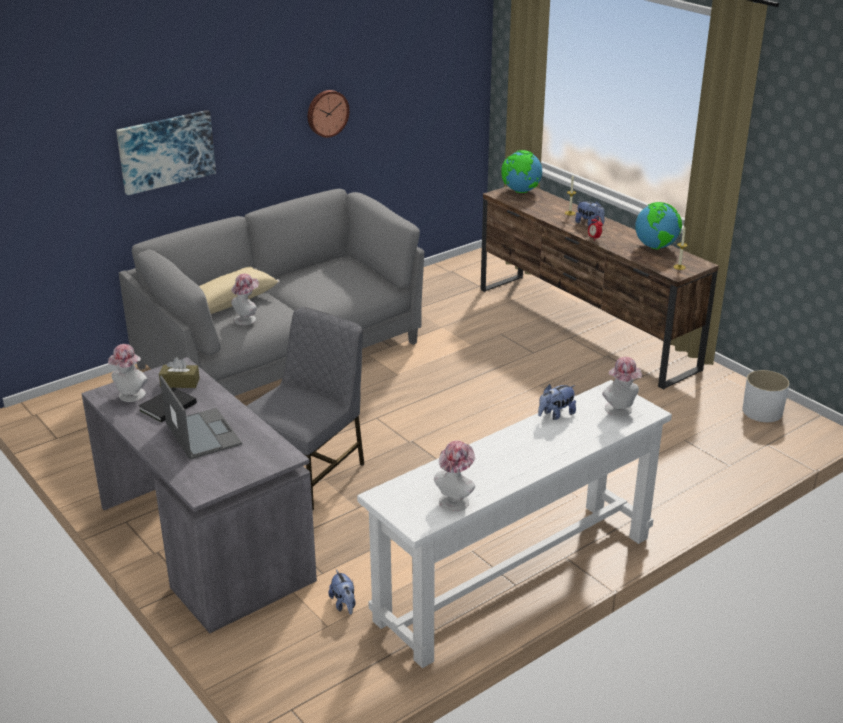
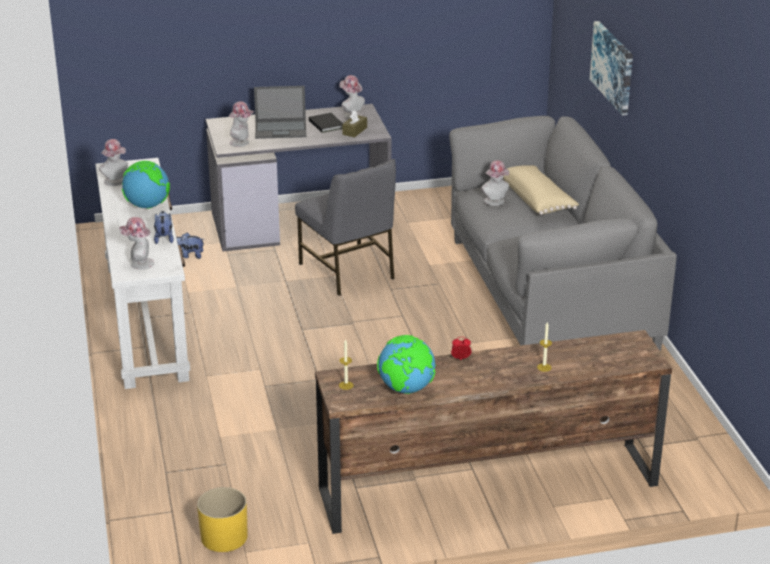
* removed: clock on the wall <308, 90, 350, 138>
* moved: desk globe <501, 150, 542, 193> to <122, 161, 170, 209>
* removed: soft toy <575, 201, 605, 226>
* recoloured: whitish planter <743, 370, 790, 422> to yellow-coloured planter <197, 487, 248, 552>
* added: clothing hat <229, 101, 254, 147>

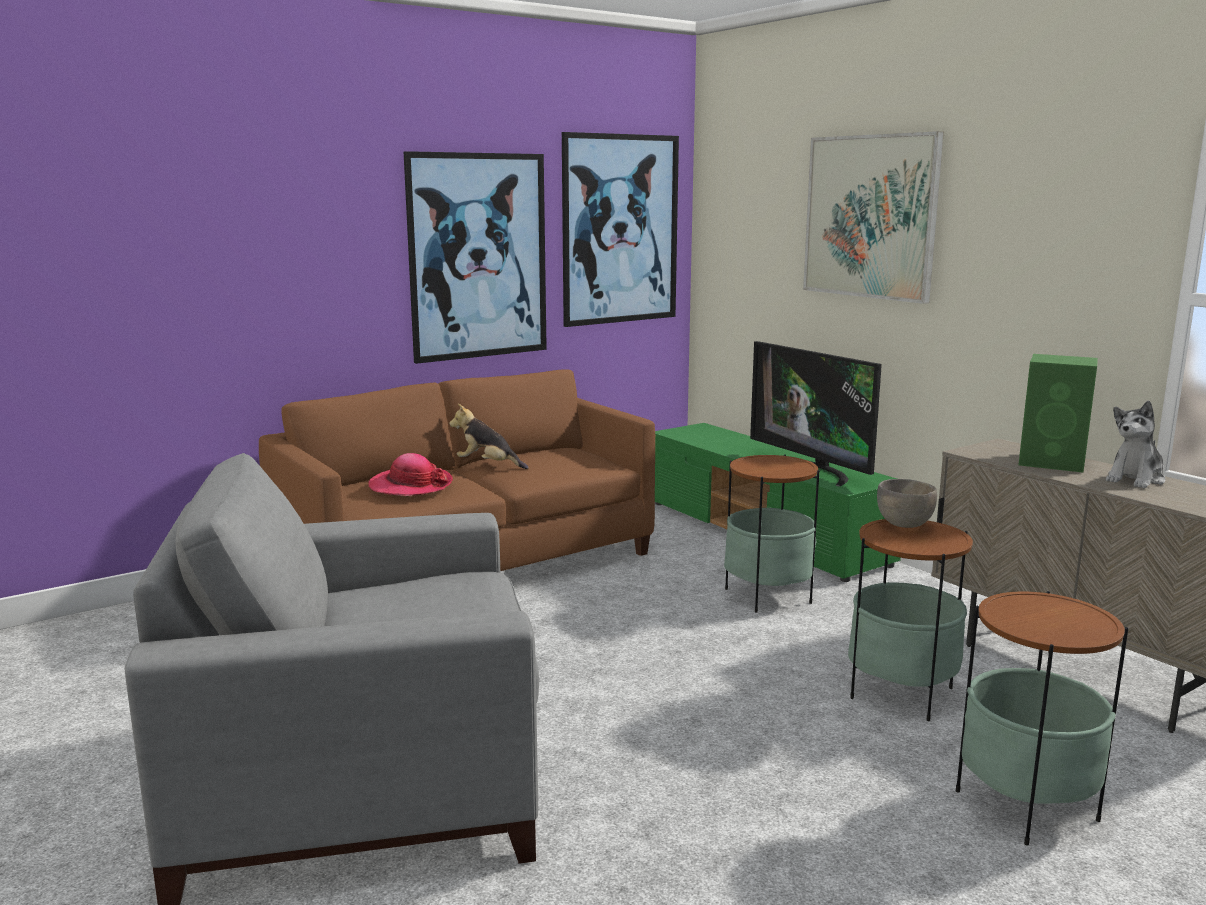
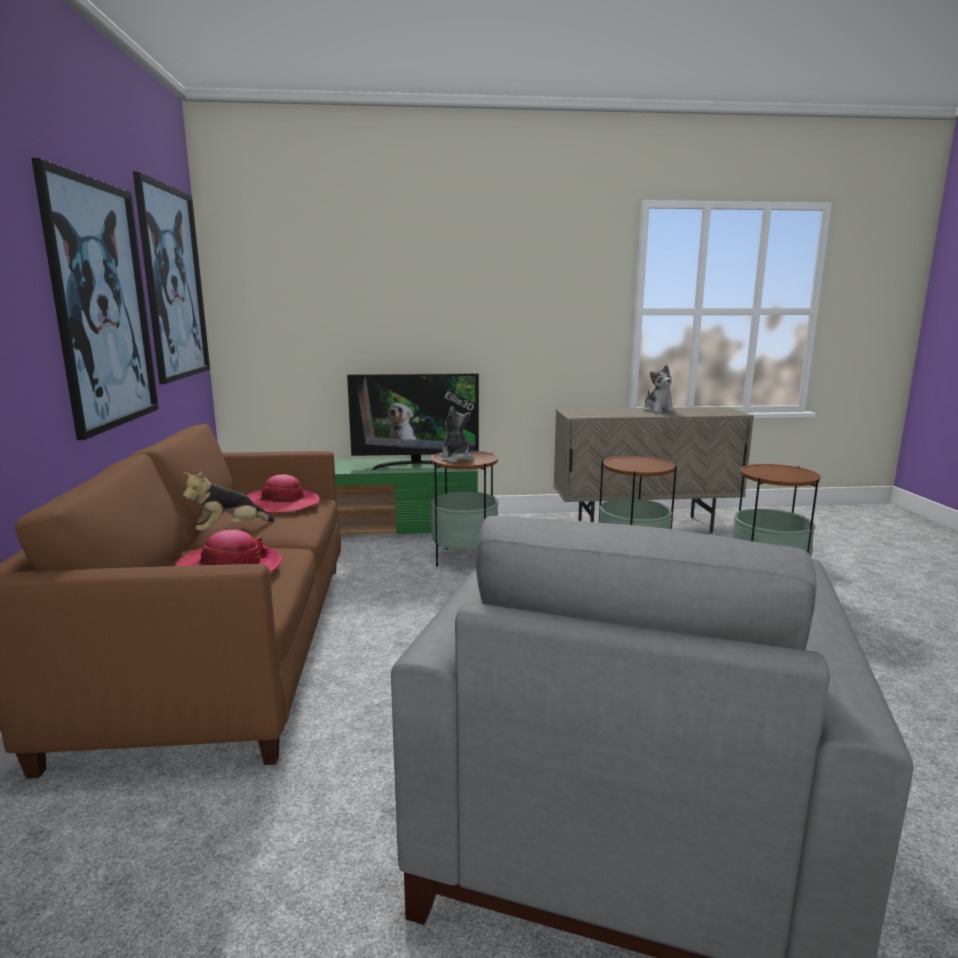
* removed: picture <803, 131, 944, 304>
* removed: green loudspeaker <1019, 354, 1098, 473>
* removed: gray serving bowl <877, 479, 937, 528>
* added: soft toy <440, 406, 474, 462>
* added: clothing hat <246, 474, 320, 513>

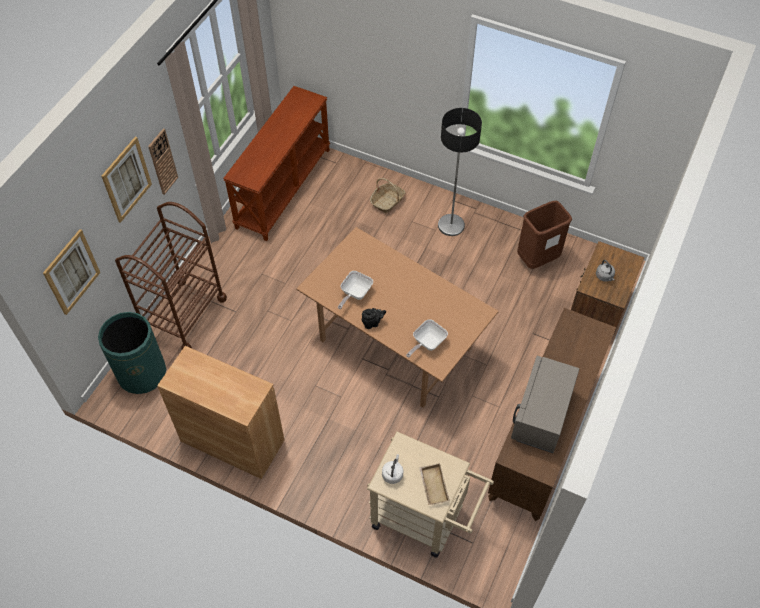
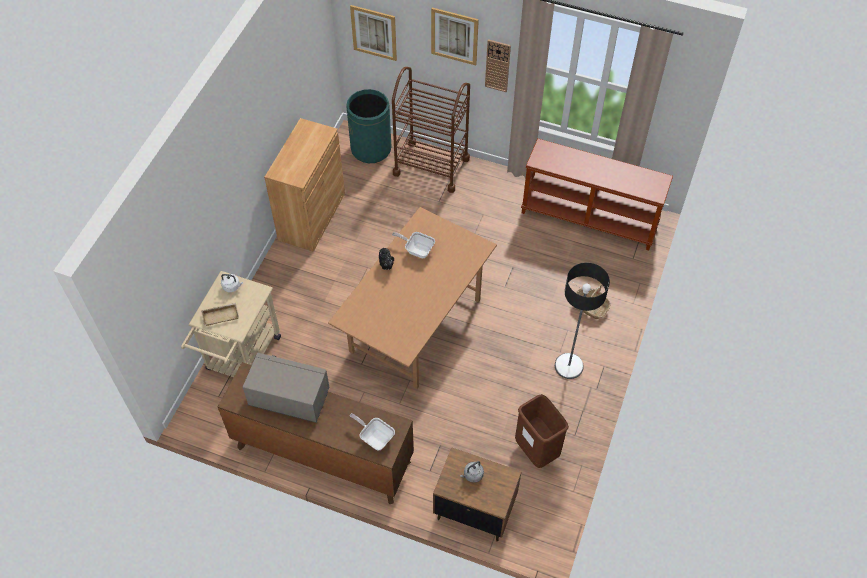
* moved: skillet <406, 319, 448, 358> to <349, 413, 395, 451>

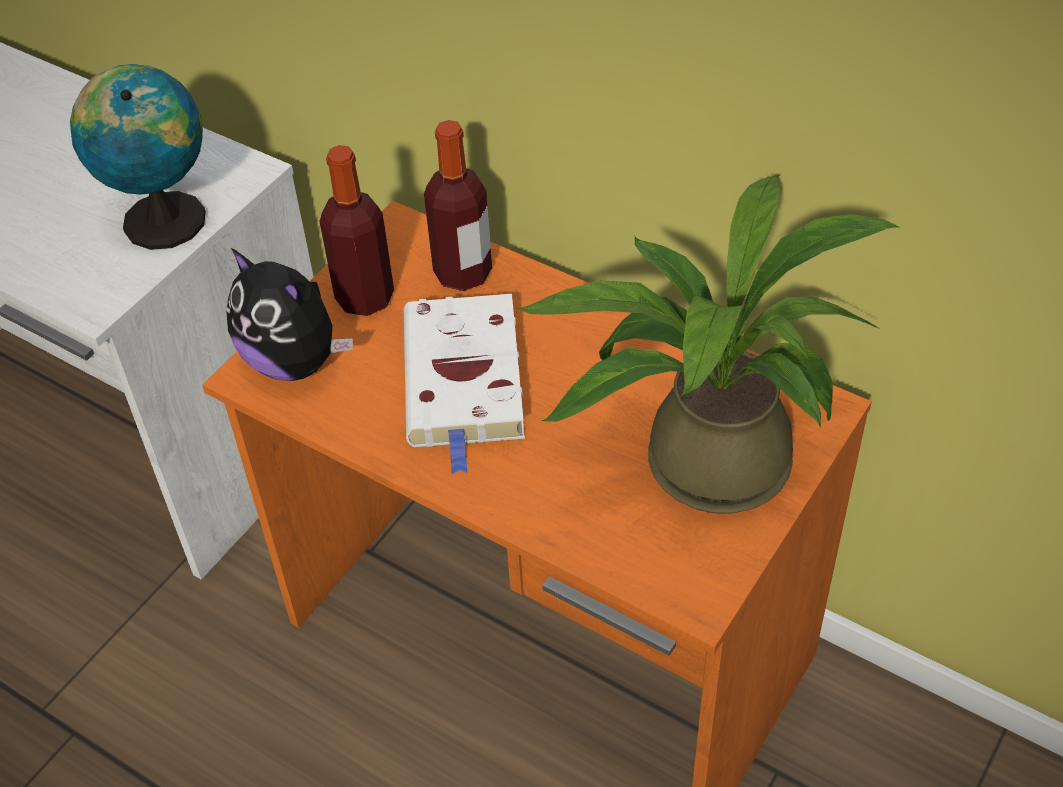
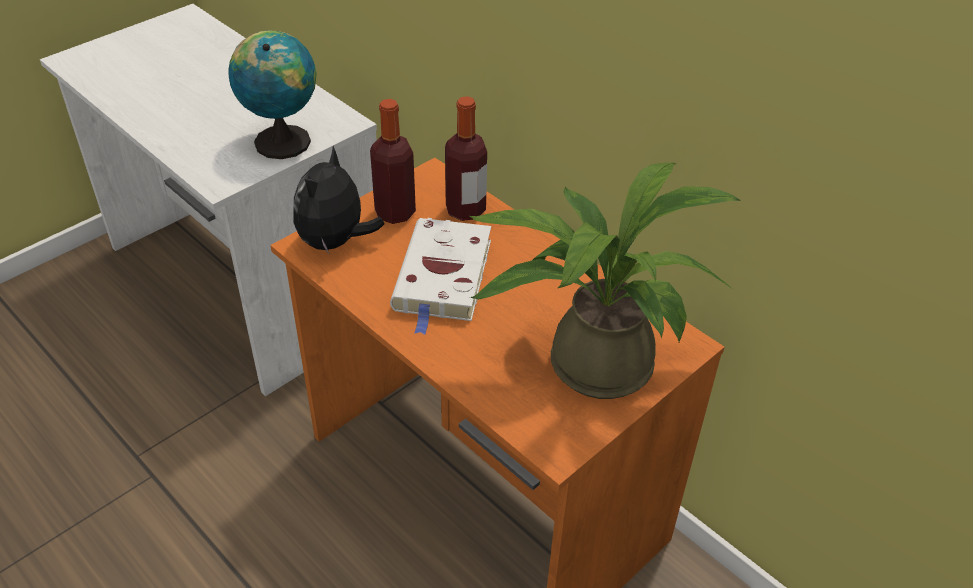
* turned: soft toy <226, 248, 353, 381> = <293, 146, 385, 254> 60 degrees clockwise

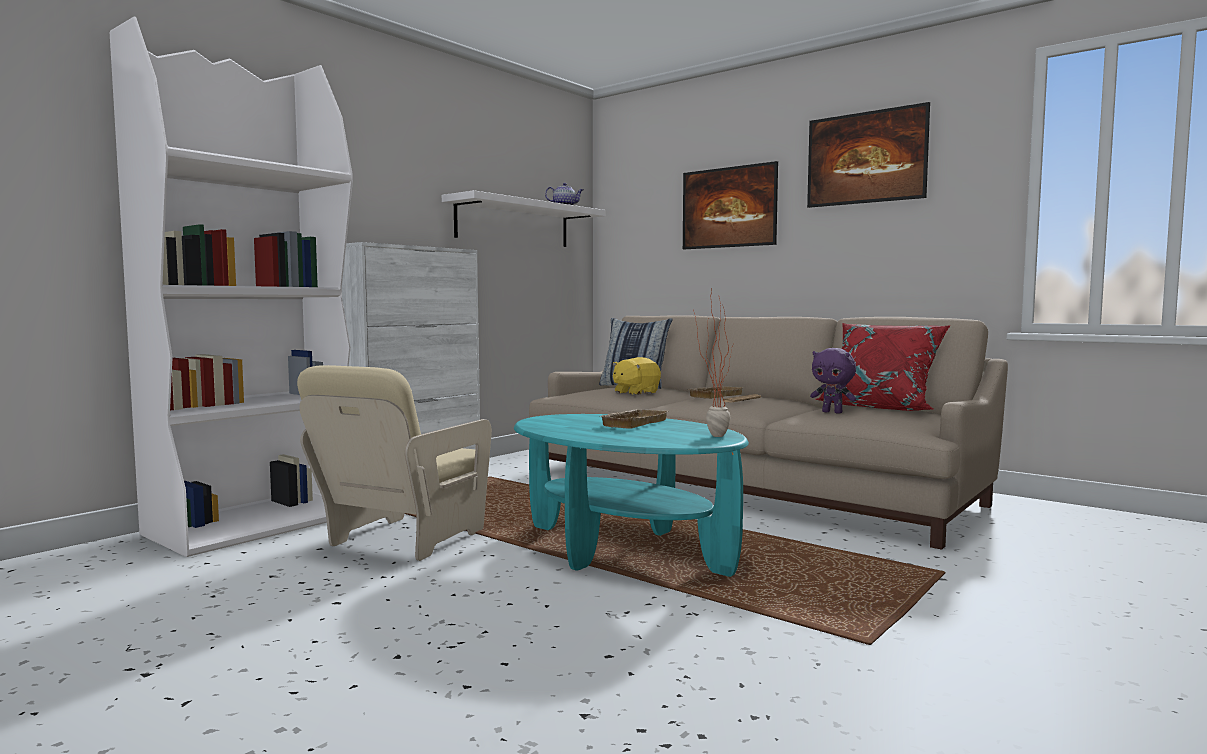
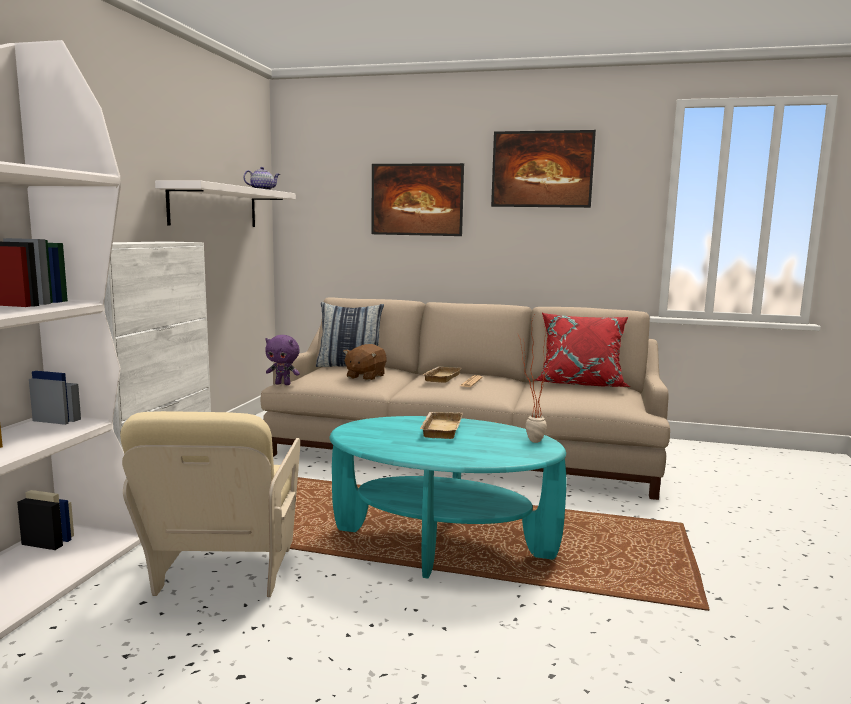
* moved: purplish soft toy <810, 348, 856, 414> to <265, 335, 300, 385>
* recoloured: yellow-coloured soft toy <613, 357, 661, 395> to brown-coloured soft toy <343, 344, 387, 381>

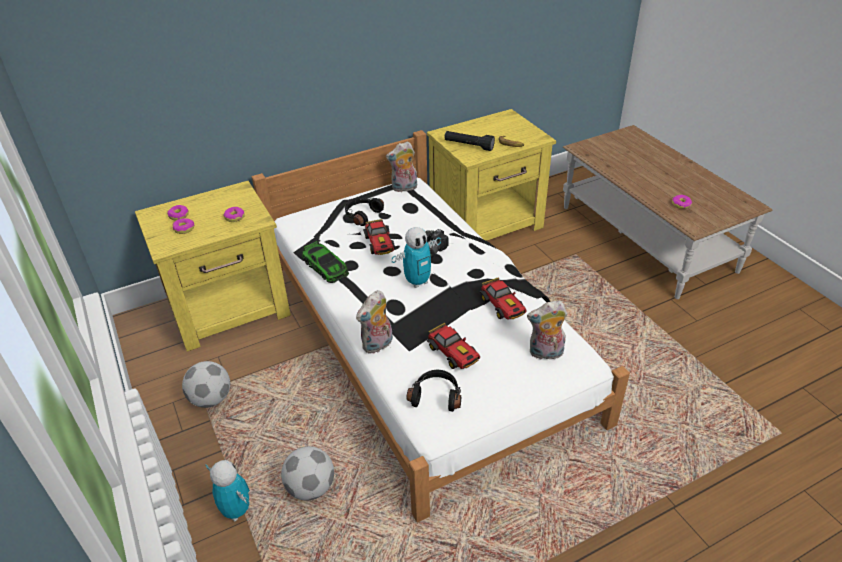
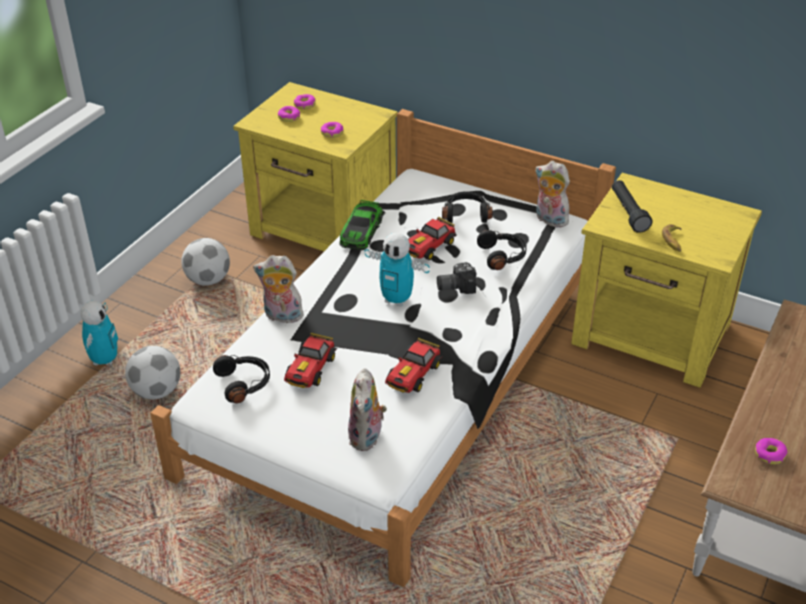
* turned: soft toy <527, 301, 567, 360> = <348, 368, 387, 451> 135 degrees counterclockwise
* added: black headphones <477, 230, 527, 270>

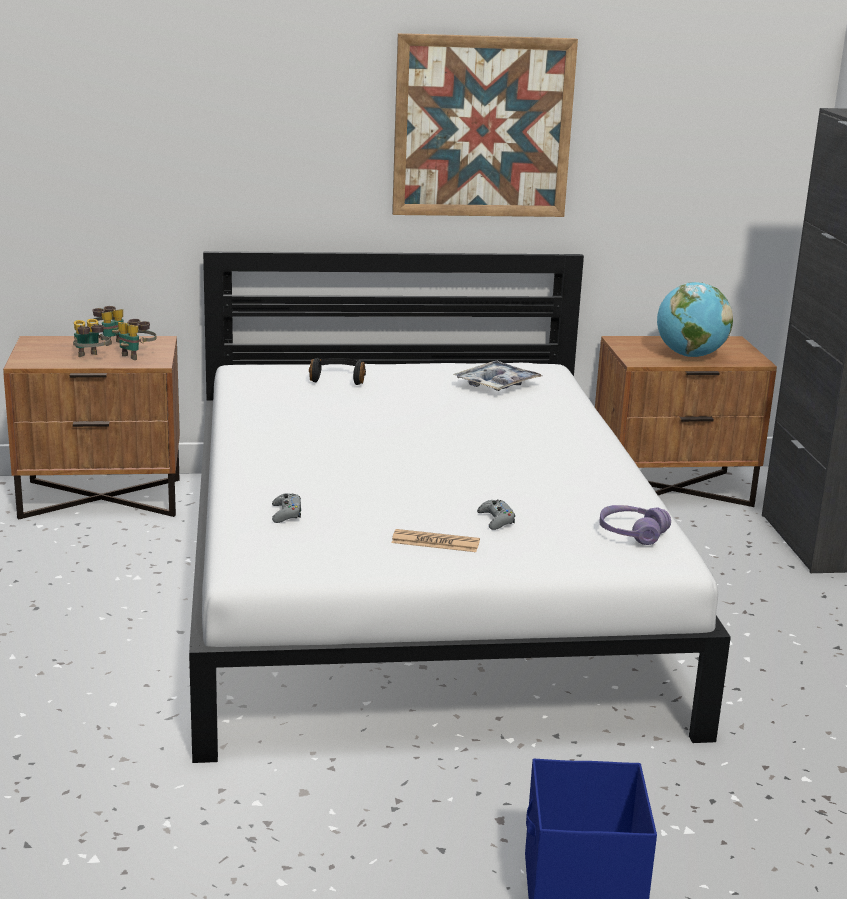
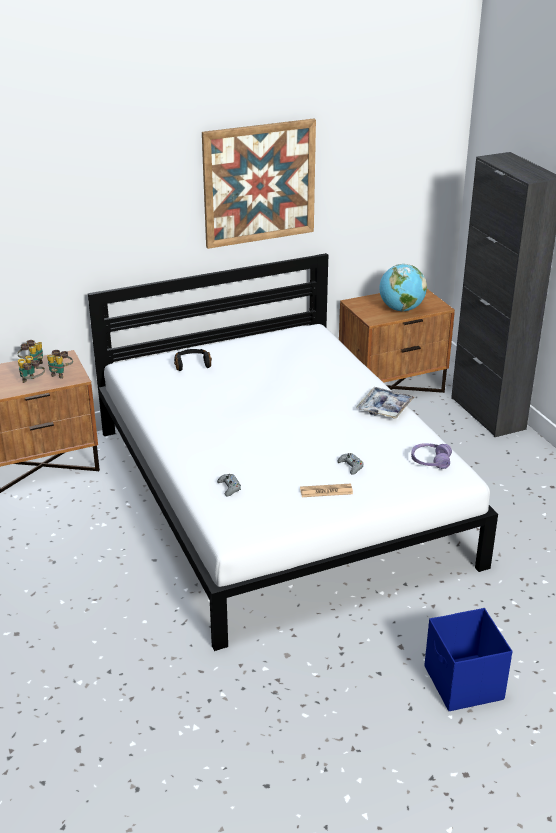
* moved: serving tray <453, 361, 542, 391> to <356, 387, 415, 418>

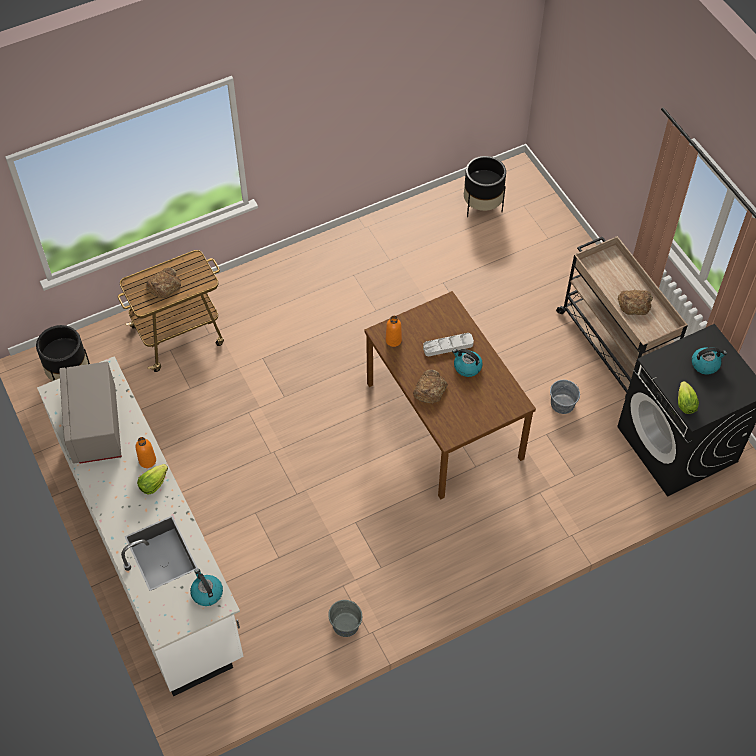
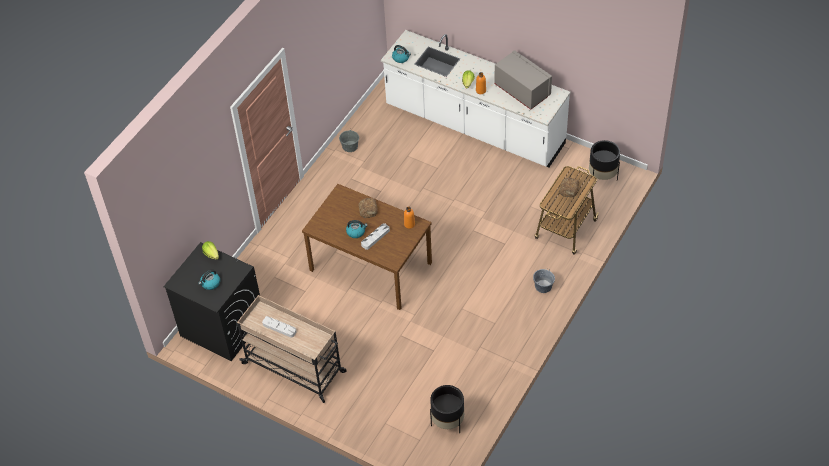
* replaced: bakery bread <618, 290, 653, 315> to gray serving tray <262, 316, 297, 338>
* moved: gray water bucket <550, 380, 580, 414> to <533, 268, 555, 293>

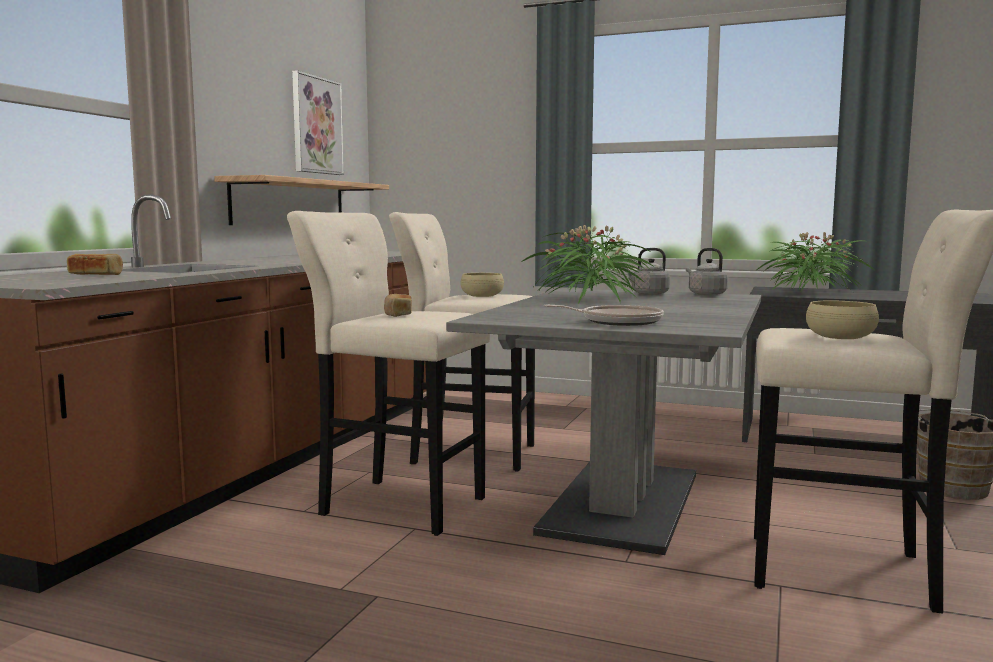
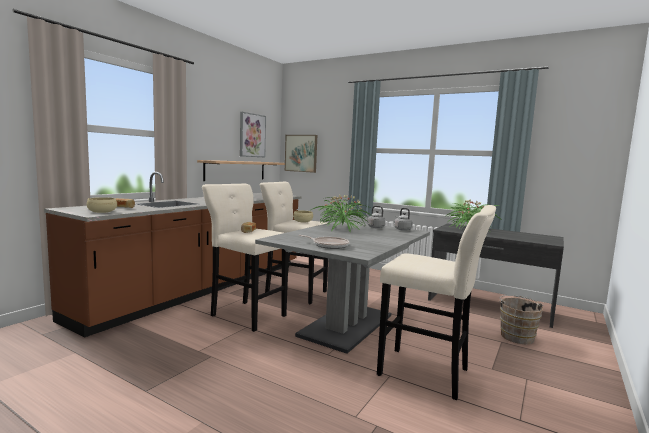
* moved: sand-coloured serving bowl <806, 301, 879, 339> to <87, 197, 117, 213>
* added: picture <285, 135, 317, 173>

